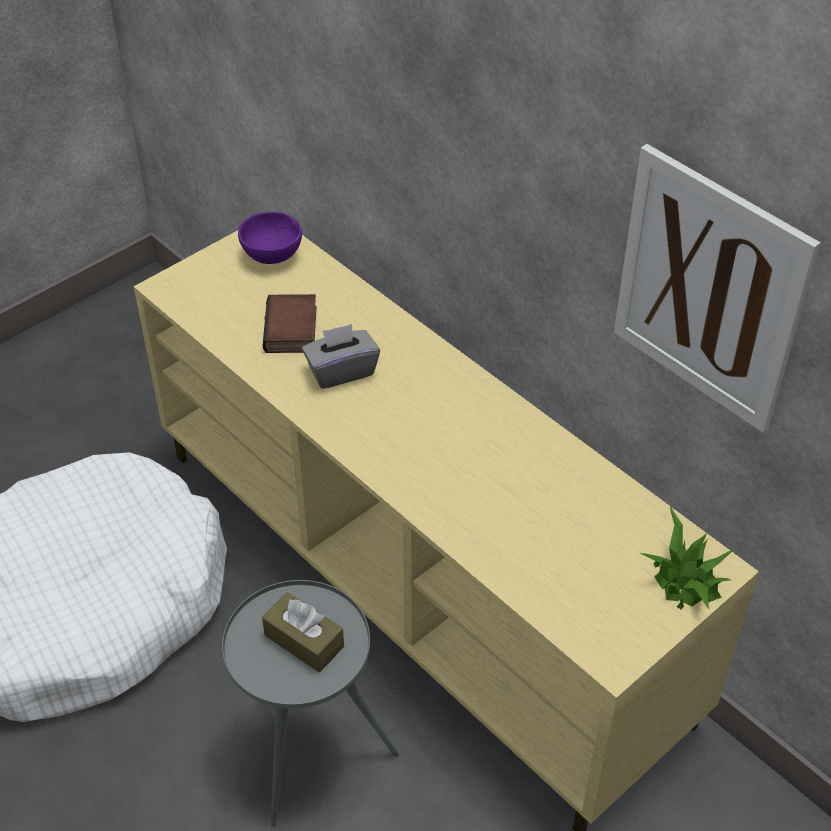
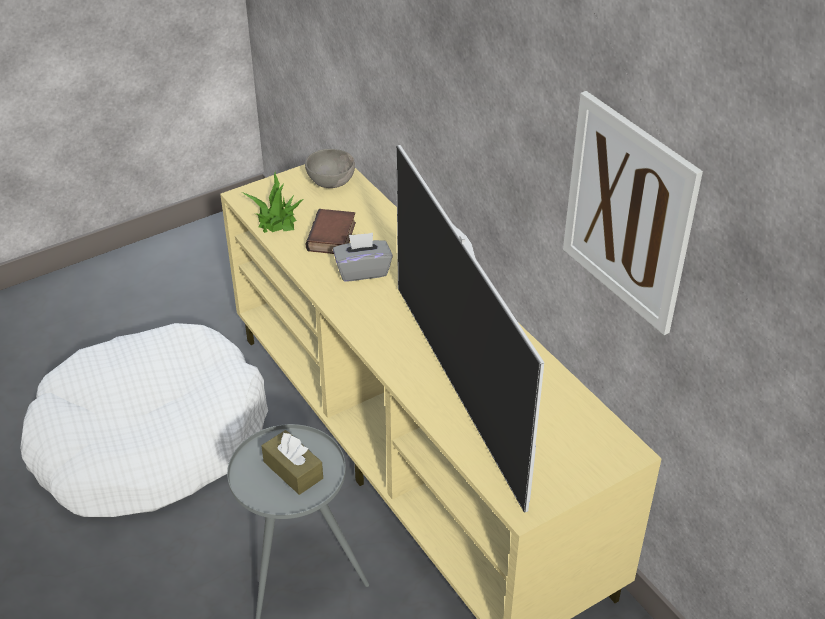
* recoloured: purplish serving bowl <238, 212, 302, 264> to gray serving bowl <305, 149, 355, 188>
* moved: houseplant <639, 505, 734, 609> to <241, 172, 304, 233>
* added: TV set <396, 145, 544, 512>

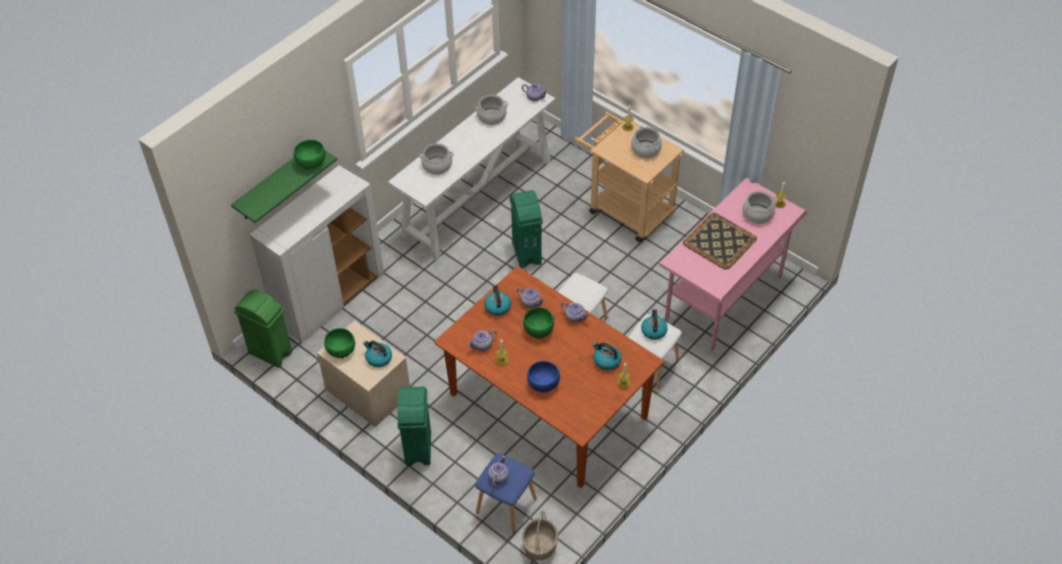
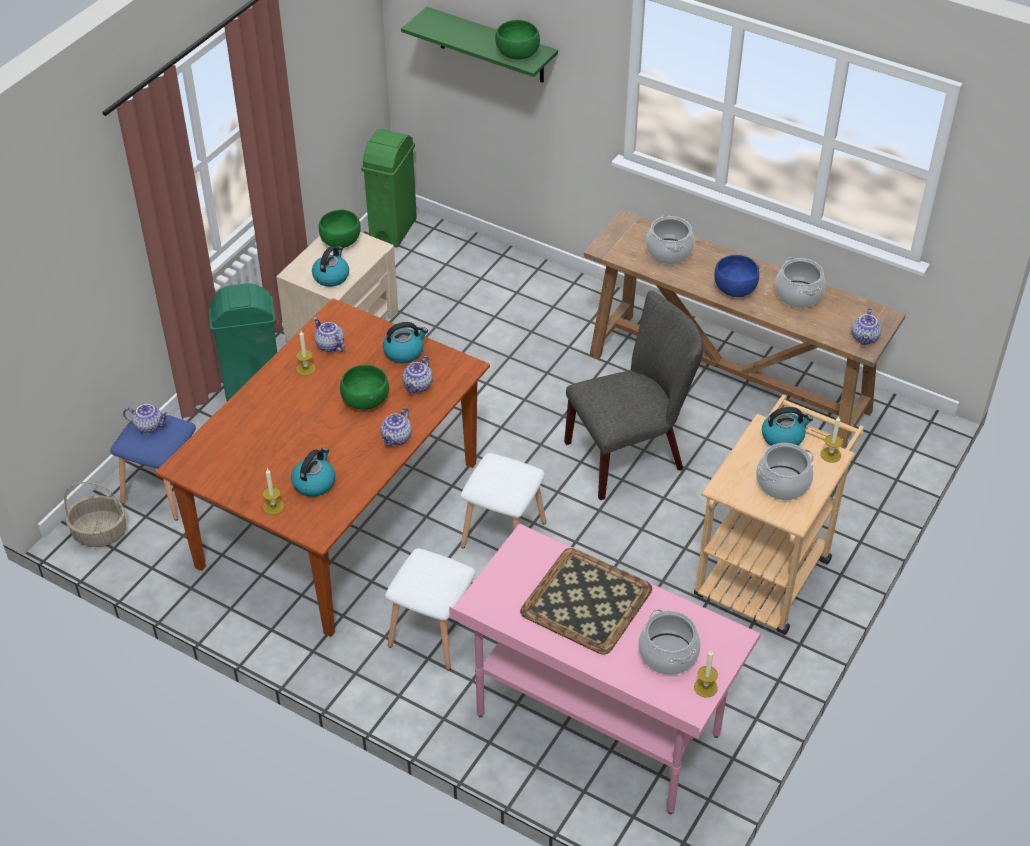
* recoloured: whitish console table <388, 77, 555, 260> to brown-coloured console table <584, 210, 906, 449>
* removed: whitish cupboard <250, 166, 384, 343>
* replaced: green trash can <509, 190, 543, 268> to gray chair <564, 290, 703, 500>
* moved: water kettle <641, 309, 668, 340> to <762, 407, 813, 446>
* moved: blue-coloured serving bowl <527, 361, 560, 392> to <714, 255, 759, 297>

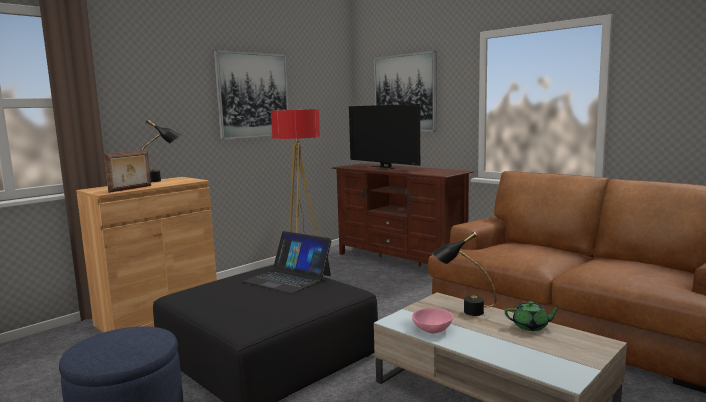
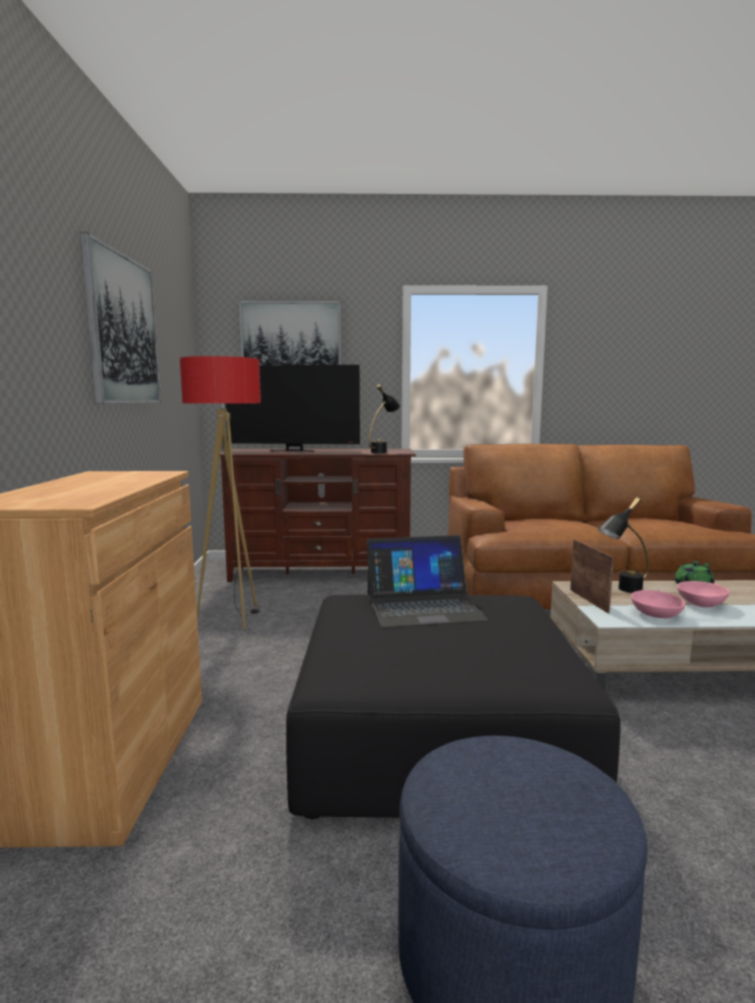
* moved: black lamp for a table <142, 119, 181, 182> to <369, 385, 400, 453>
* moved: photo frame <104, 150, 151, 193> to <570, 539, 614, 614>
* added: pink serving bowl <677, 581, 730, 607>

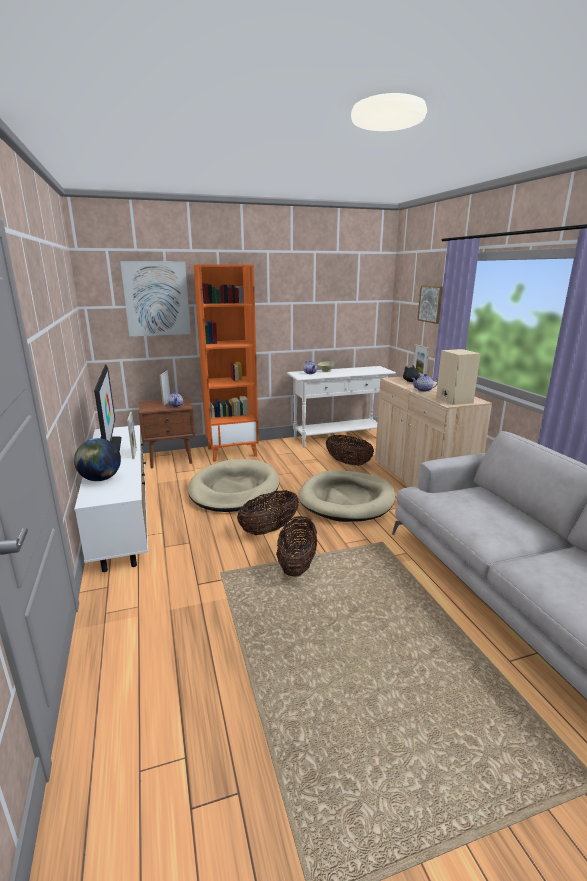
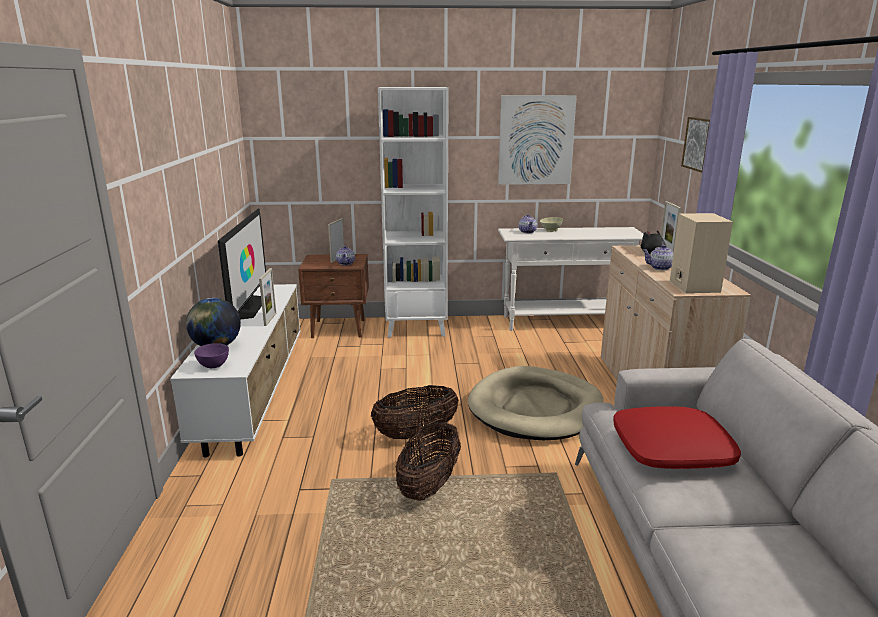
* moved: picture <120, 261, 191, 337> to <498, 95, 577, 185>
* recoloured: orange shelving unit <194, 264, 259, 462> to whitish shelving unit <378, 87, 449, 338>
* removed: basket <326, 435, 374, 466>
* removed: sand-coloured dog bed <188, 459, 279, 512>
* added: purplish serving bowl <194, 343, 229, 368>
* added: reddish pillow <613, 406, 741, 469>

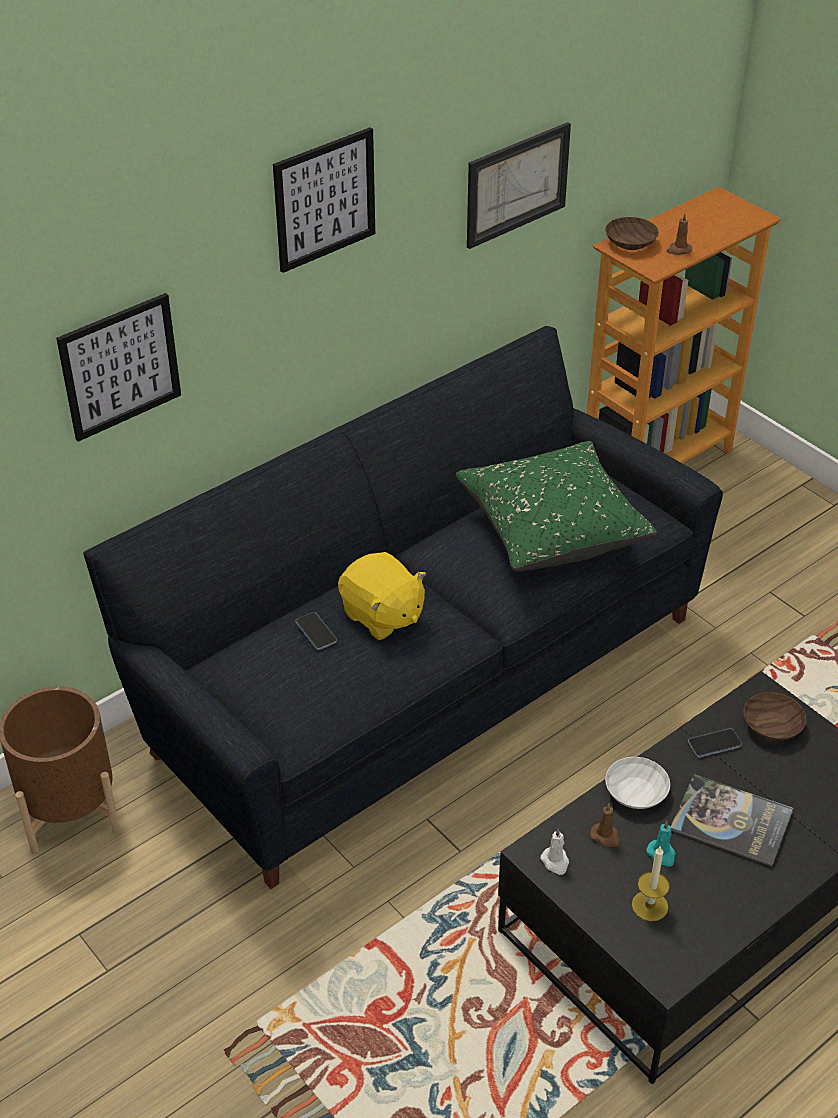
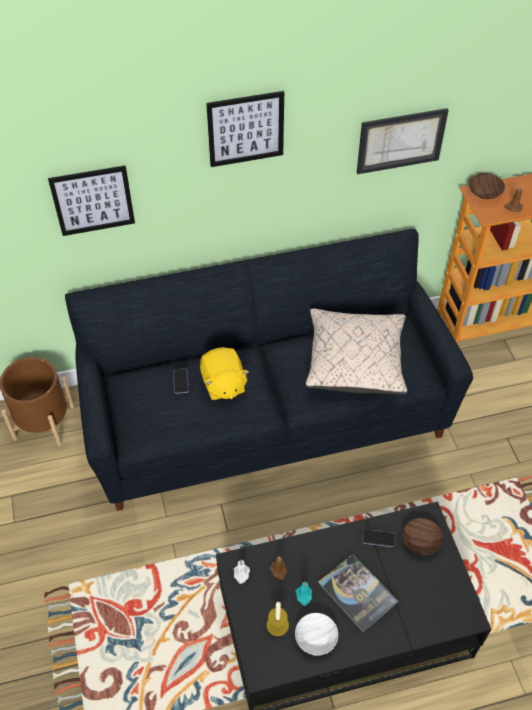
* recoloured: green pillow <456, 441, 657, 572> to sand-coloured pillow <305, 308, 407, 395>
* moved: whitish serving bowl <605, 757, 670, 809> to <295, 613, 338, 656>

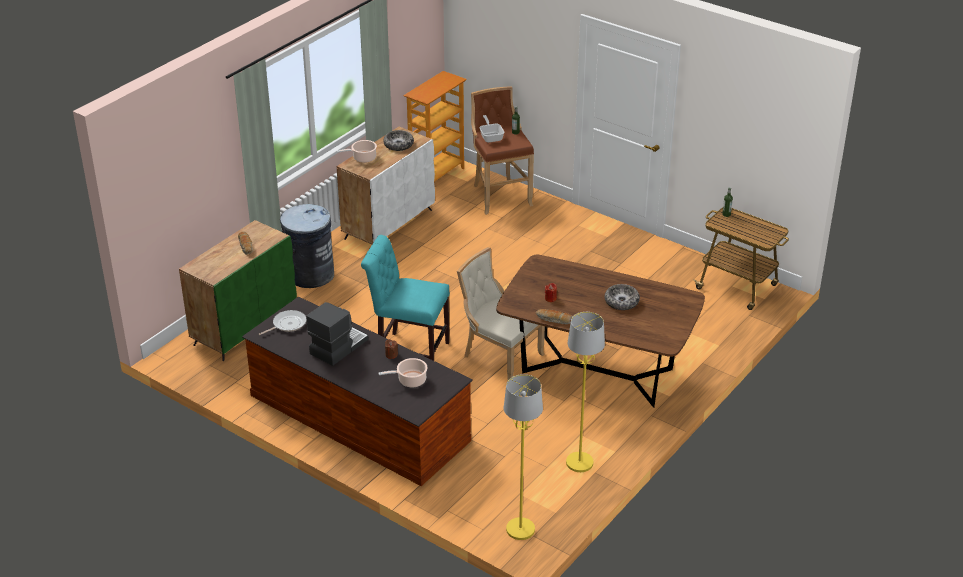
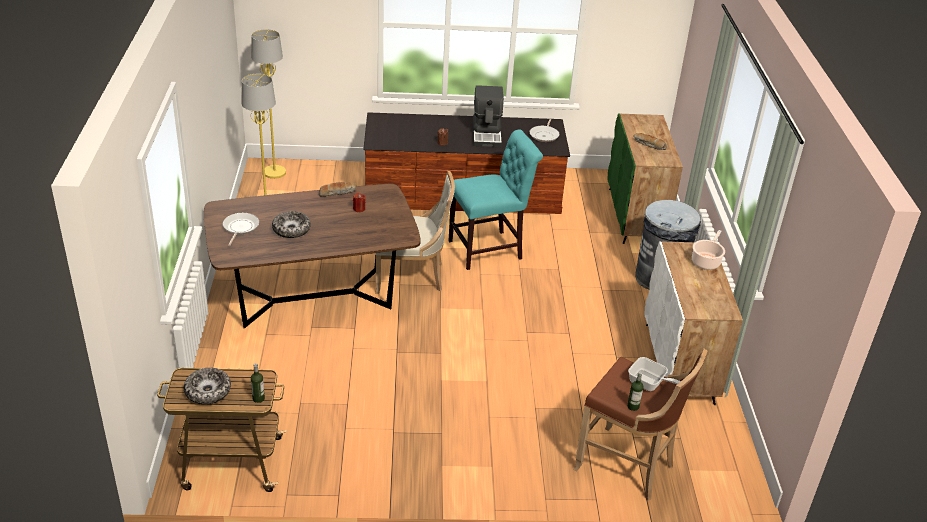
* removed: shelving unit <403, 71, 466, 182>
* moved: serving bowl <383, 130, 414, 151> to <184, 368, 231, 405>
* removed: saucepot <378, 358, 427, 387>
* added: skillet <223, 213, 259, 246>

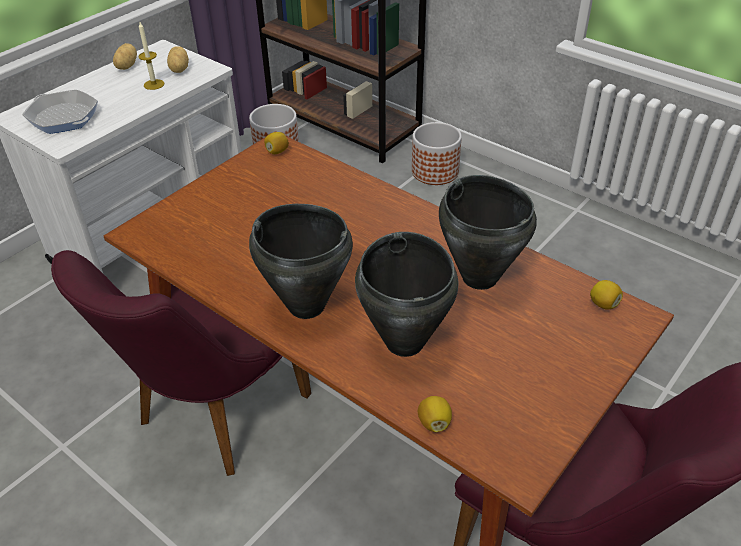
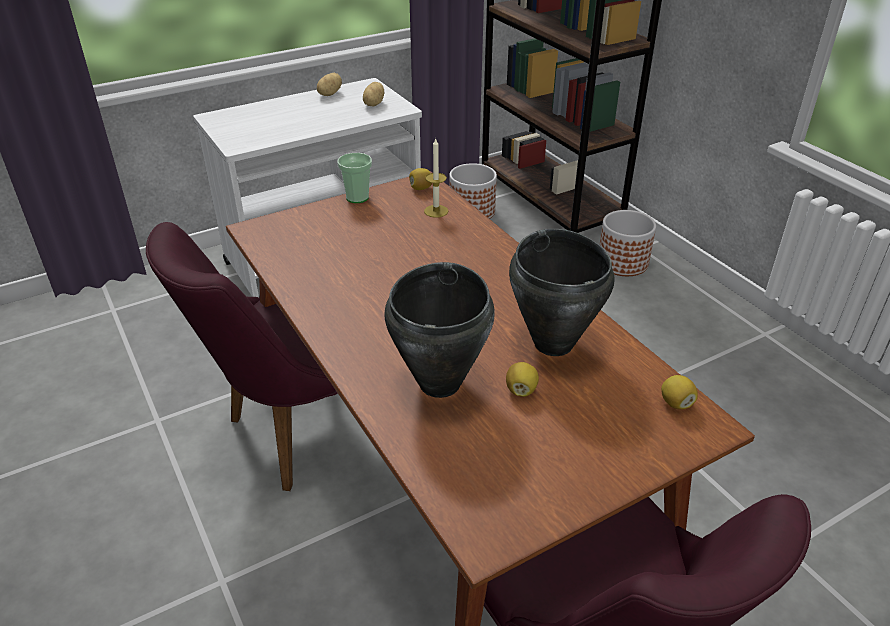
* moved: candle <139, 22, 165, 90> to <424, 139, 448, 218>
* removed: skillet <22, 90, 98, 134>
* removed: black saucepot <249, 204, 353, 319>
* moved: whole lemon <418, 396, 452, 432> to <506, 362, 539, 397>
* added: small cup <337, 153, 372, 203>

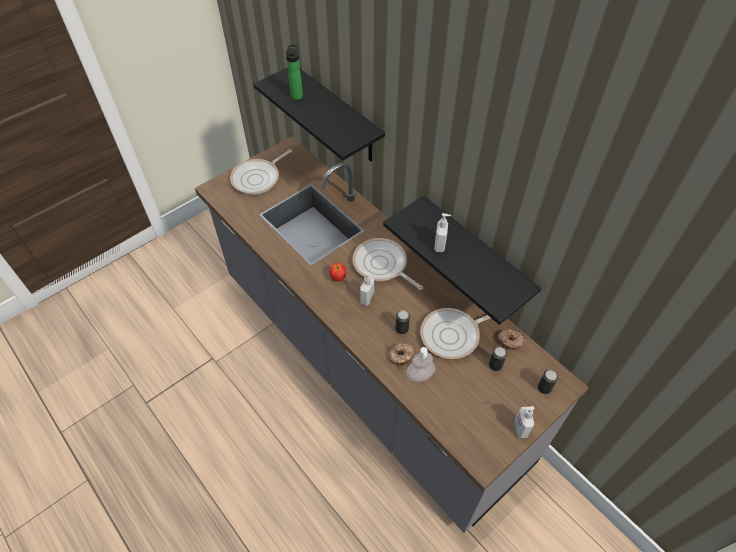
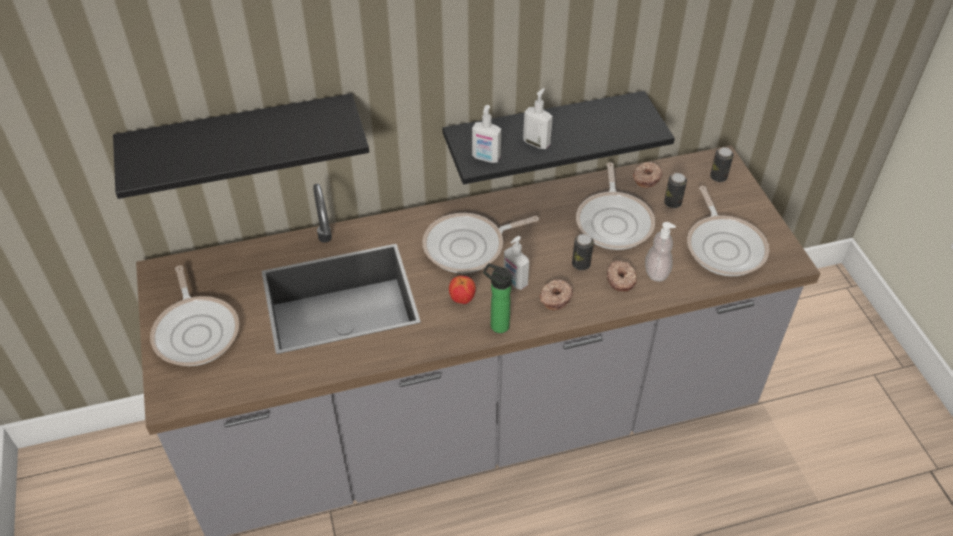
* moved: bottle <286, 45, 303, 100> to <483, 263, 512, 333>
* moved: soap dispenser <514, 406, 534, 438> to <472, 105, 501, 163>
* added: skillet <687, 186, 769, 276>
* added: donut <539, 279, 573, 310>

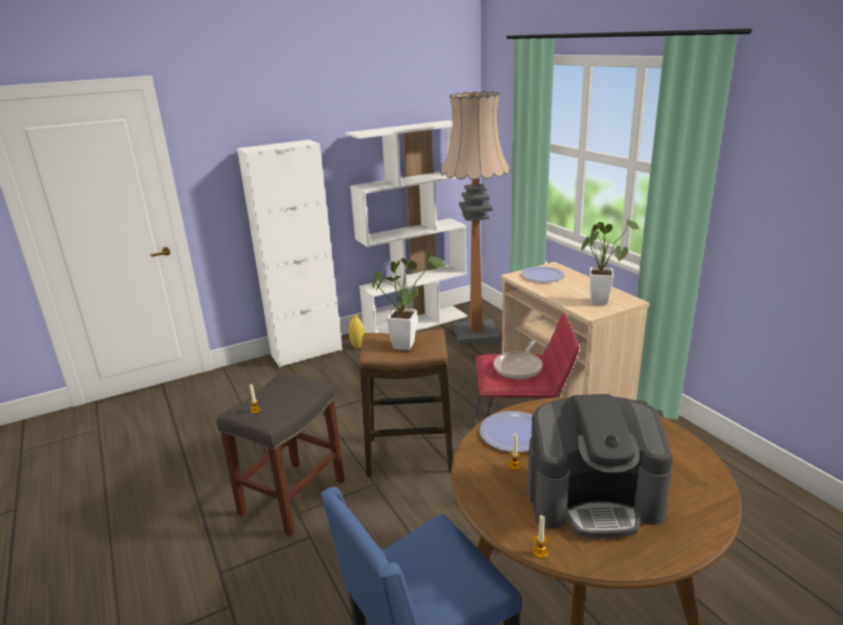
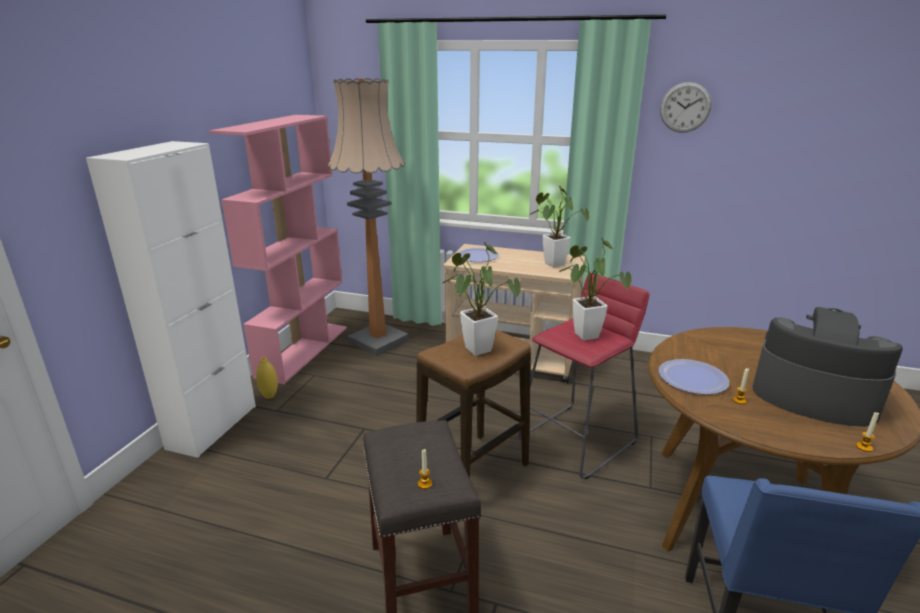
* recoloured: whitish shelving unit <345, 120, 467, 334> to pink shelving unit <209, 115, 347, 384>
* replaced: skillet <493, 340, 543, 379> to houseplant <559, 237, 632, 340>
* turned: coffee machine <528, 394, 673, 538> = <753, 307, 903, 427> 105 degrees counterclockwise
* added: clock on the wall <660, 82, 712, 133>

